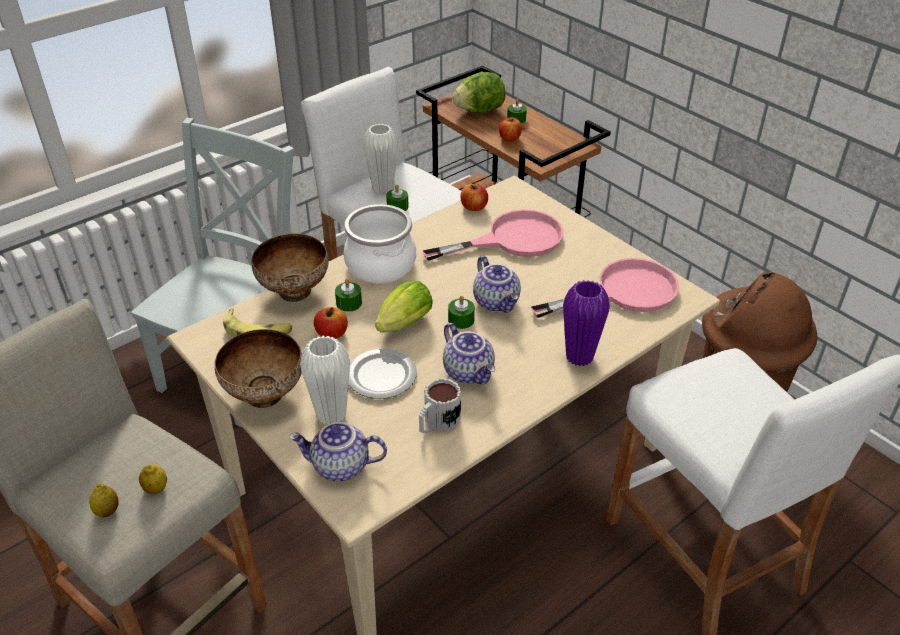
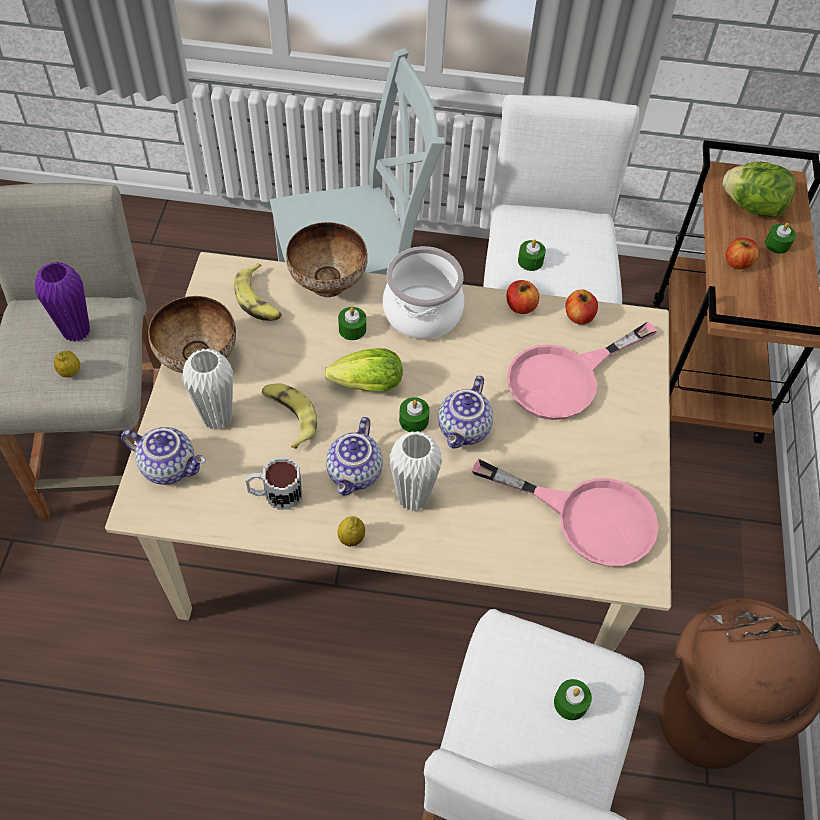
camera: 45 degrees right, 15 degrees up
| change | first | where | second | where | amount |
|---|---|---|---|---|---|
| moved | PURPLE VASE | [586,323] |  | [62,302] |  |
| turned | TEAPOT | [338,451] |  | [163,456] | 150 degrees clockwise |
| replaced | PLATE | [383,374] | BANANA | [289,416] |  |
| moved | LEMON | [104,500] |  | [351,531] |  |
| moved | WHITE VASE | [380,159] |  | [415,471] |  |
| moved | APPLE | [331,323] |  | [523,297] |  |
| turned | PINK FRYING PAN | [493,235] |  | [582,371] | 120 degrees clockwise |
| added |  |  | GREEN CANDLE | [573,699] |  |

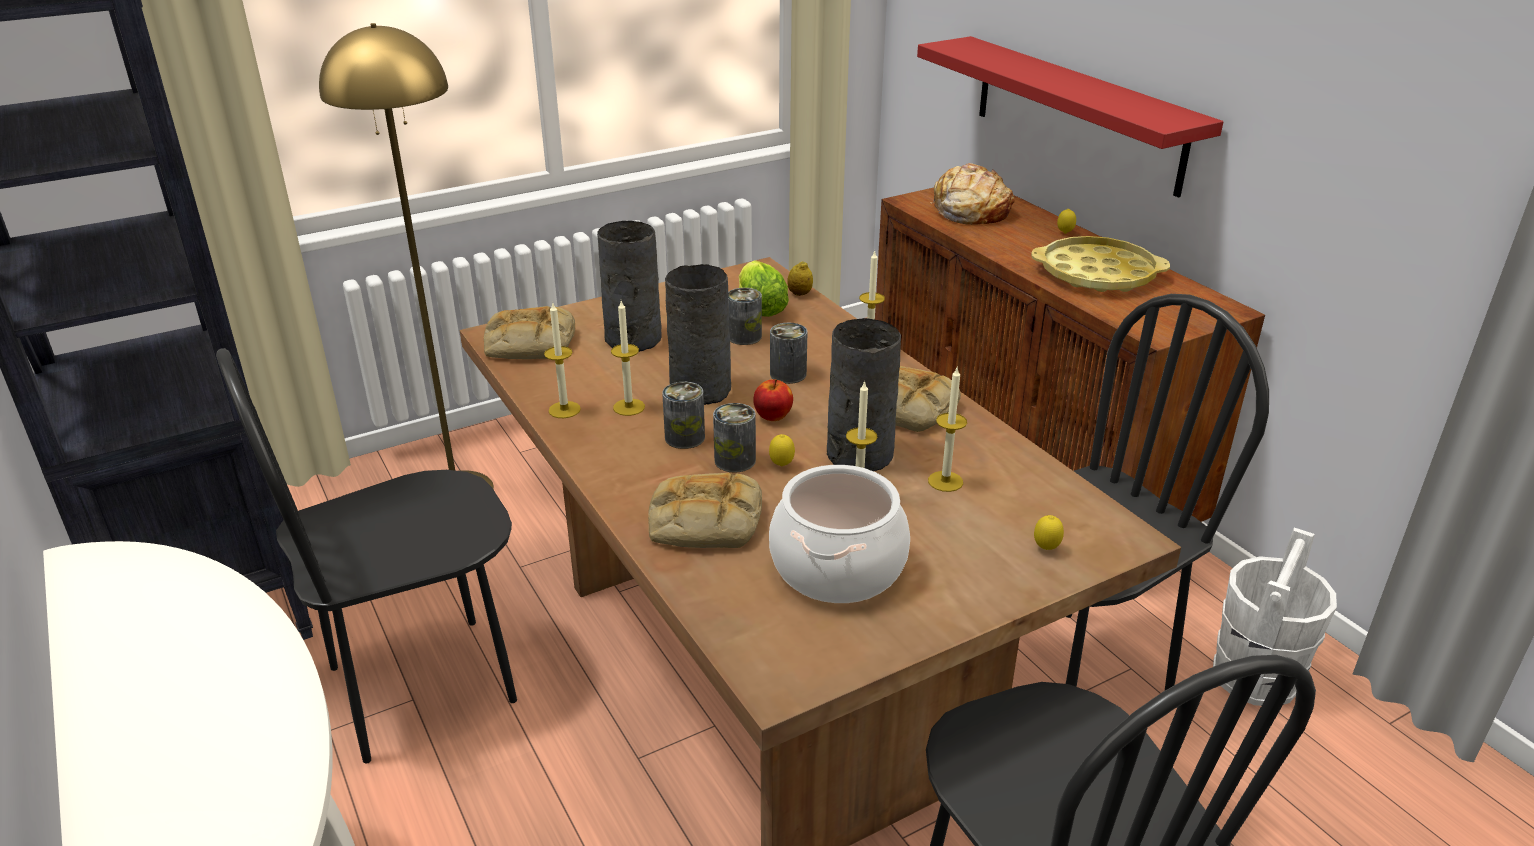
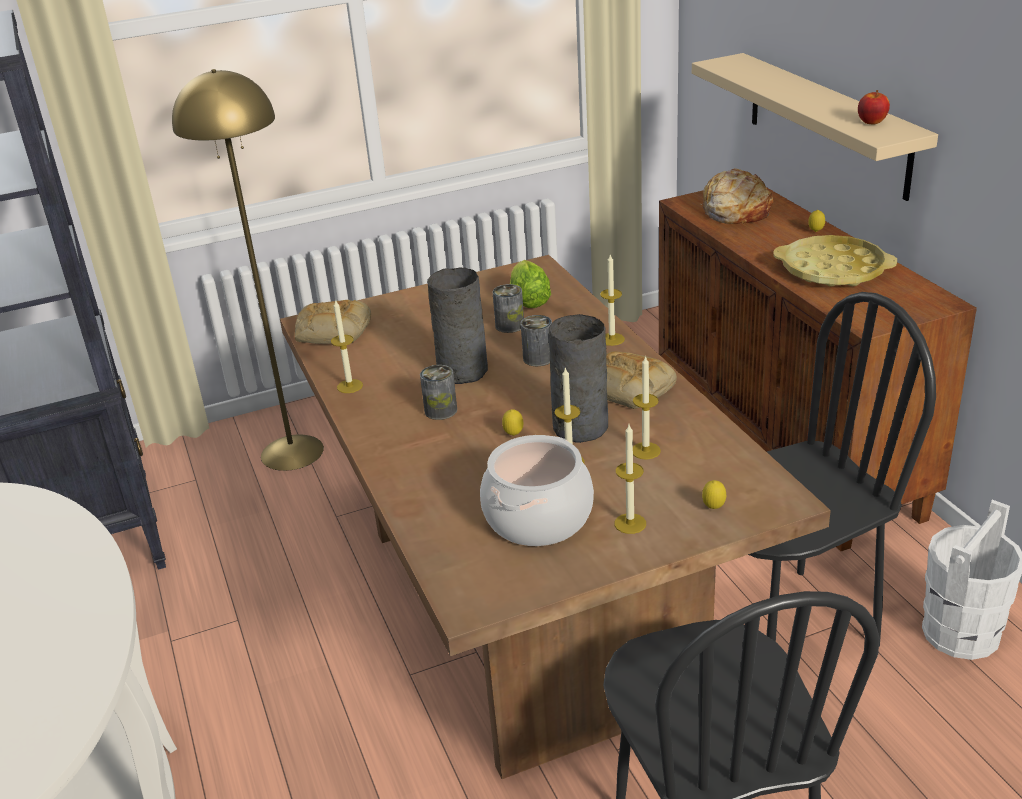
camera: 10 degrees right, 0 degrees up
| change | first | where | second | where | amount |
|---|---|---|---|---|---|
| moved | CANDLE | [628,358] |  | [630,479] |  |
| recoloured | RED SHELF | [1070,117] | BEIGE SHELF | [815,127] |  |
| moved | APPLE | [773,400] |  | [874,107] |  |
| removed | BLACK CHAIR | [366,556] |  |  |  |
| removed | GREY VASE | [629,286] |  |  |  |
| removed | BREAD | [705,510] |  |  |  |
| removed | CAN | [734,438] |  |  |  |
| removed | LEMON | [800,278] |  |  |  |

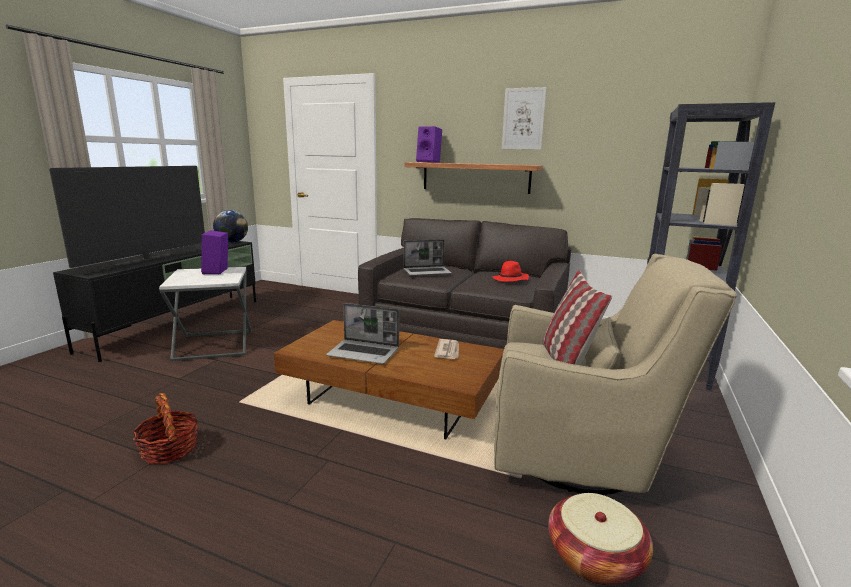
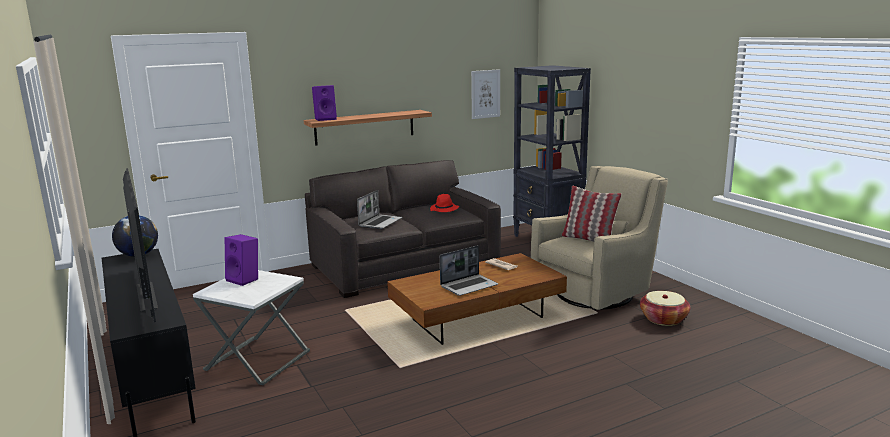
camera: 50 degrees left, 0 degrees up
| change | first | where | second | where | amount |
|---|---|---|---|---|---|
| moved | PICTURE | [524,118] |  | [485,94] |  |
| removed | BASKET | [165,428] |  |  |  |

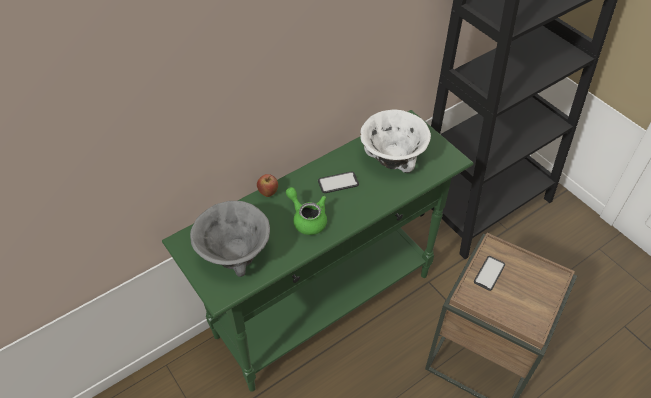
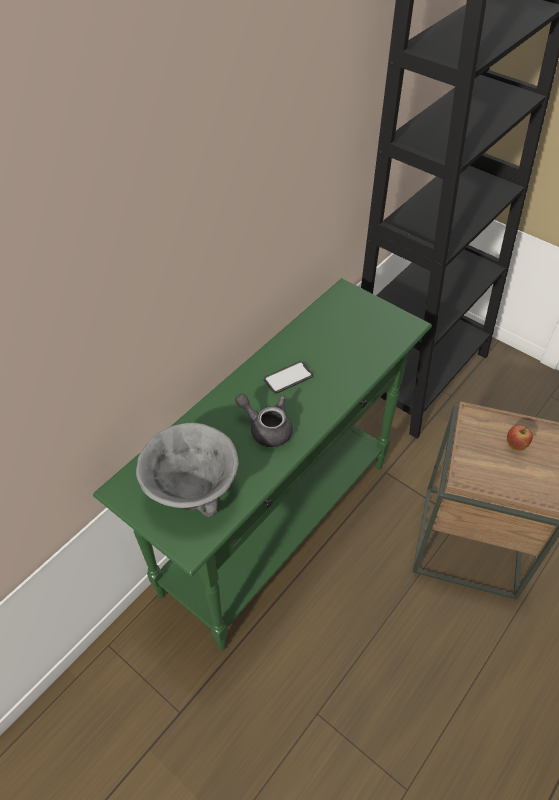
camera: 15 degrees left, 0 degrees up
| change | first | where | second | where | amount |
|---|---|---|---|---|---|
| recoloured | GREEN TEAPOT | [306,211] | GREY TEAPOT | [264,420] |  |
| moved | APPLE | [267,185] |  | [520,438] |  |
| removed | WHITE BOWL | [395,141] |  |  |  |
| removed | PHONE | [489,273] |  |  |  |

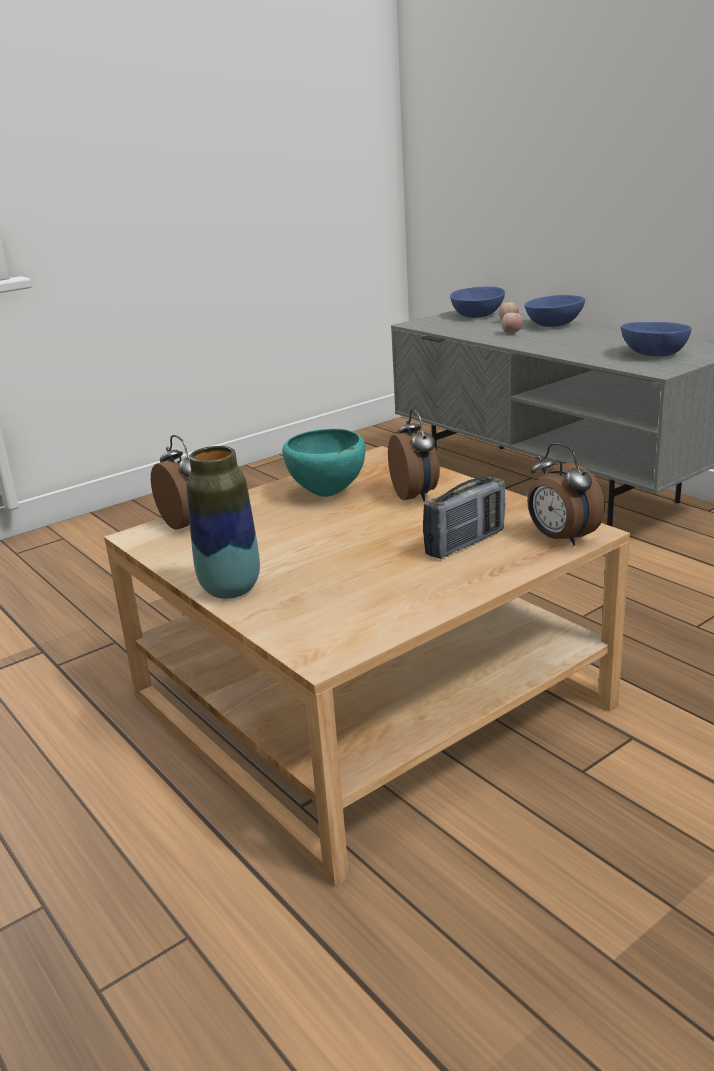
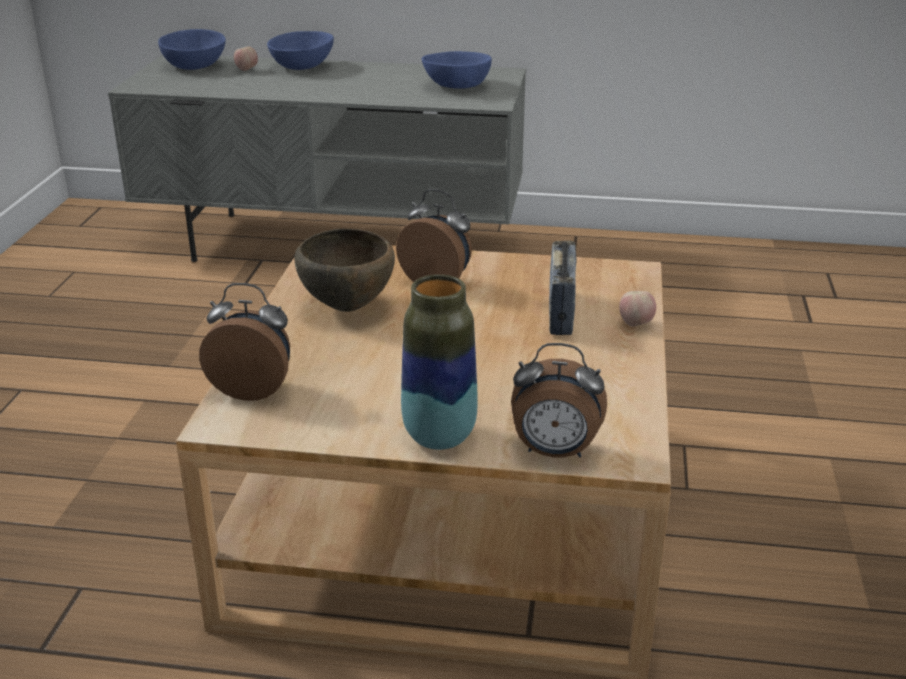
camera: 45 degrees left, 5 degrees up
| change | first | where | second | where | amount |
|---|---|---|---|---|---|
| recoloured | TURQUOISE BOWL | [324,463] | BROWN BOWL | [344,270] |  |
| moved | ALARM CLOCK | [566,494] |  | [559,400] |  |
| moved | APPLE | [512,323] |  | [637,308] |  |

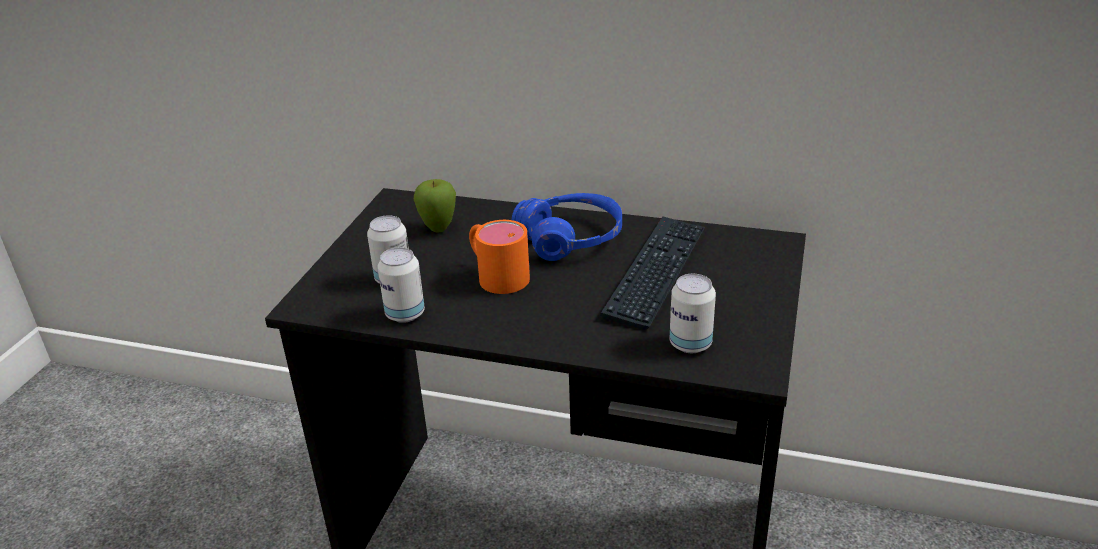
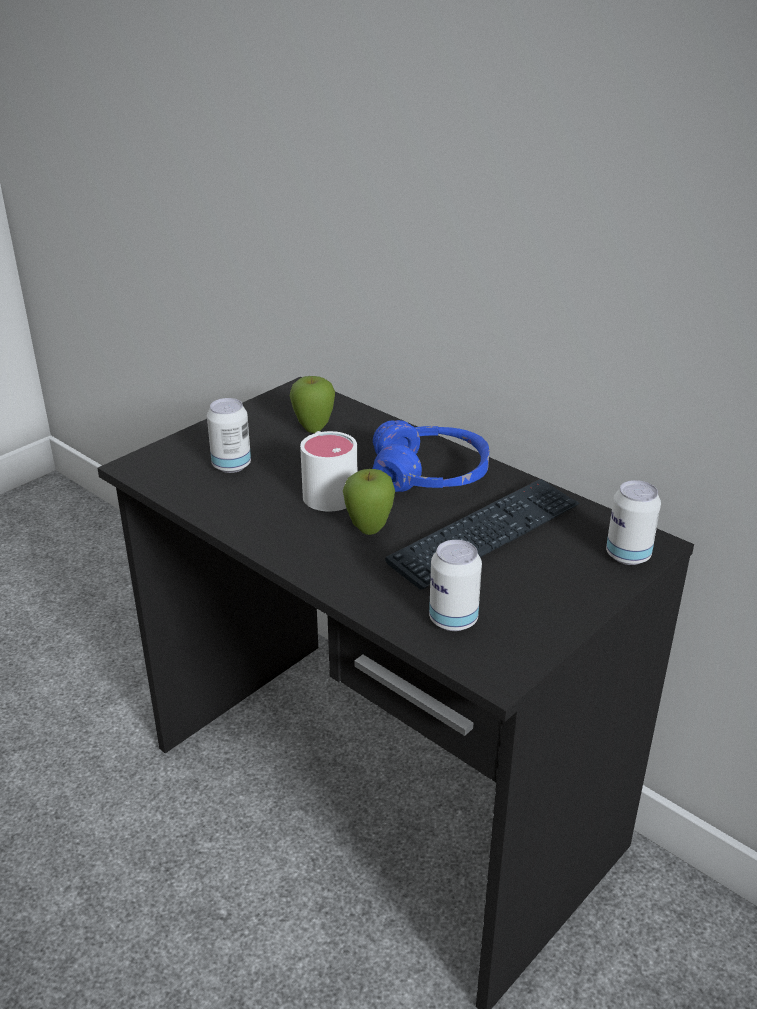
camera: 25 degrees right, 0 degrees up
| change | first | where | second | where | amount |
|---|---|---|---|---|---|
| recoloured | ORANGE MUG | [499,257] | WHITE MUG | [328,471] |  |
| added |  |  | APPLE | [369,502] |  |
| moved | CAN | [401,285] |  | [633,522] |  |

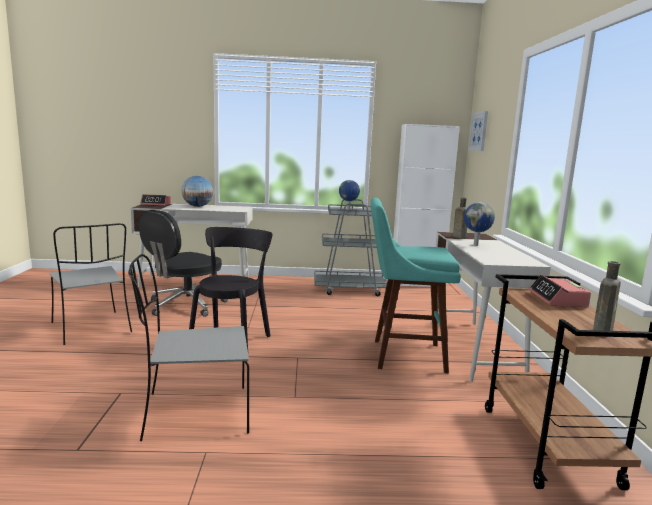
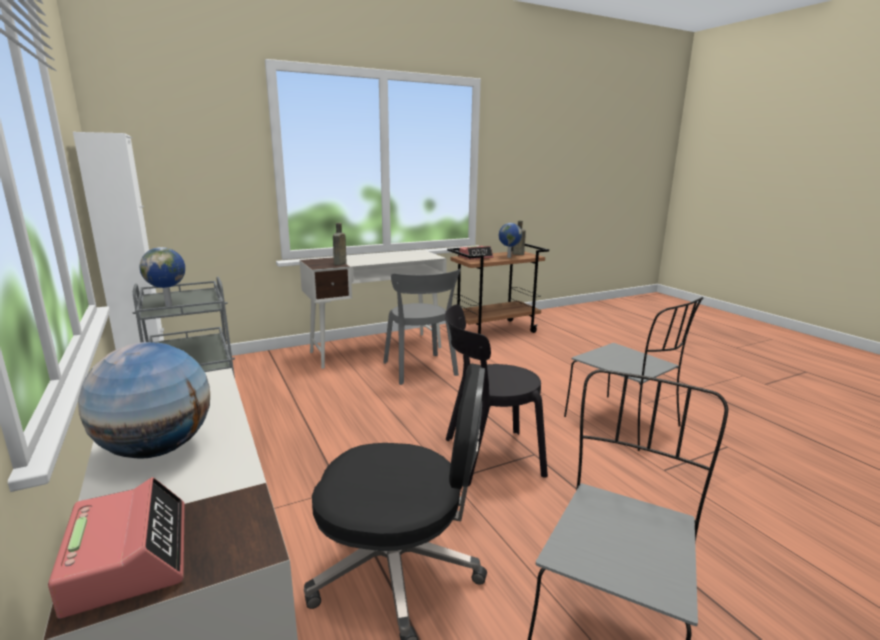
camera: 115 degrees left, 5 degrees up
| change | first | where | second | where | amount |
|---|---|---|---|---|---|
| replaced | TURQUOISE STOOL | [416,285] | GREY CHAIR | [422,327] |  |
| moved | GLOBE | [479,224] |  | [510,240] |  |
| removed | PICTURE | [478,131] |  |  |  |

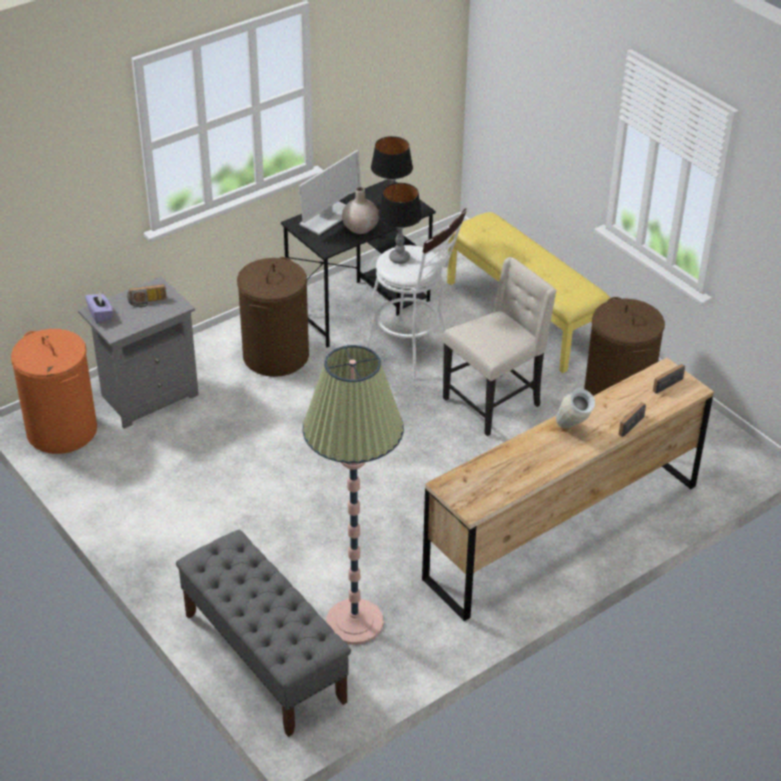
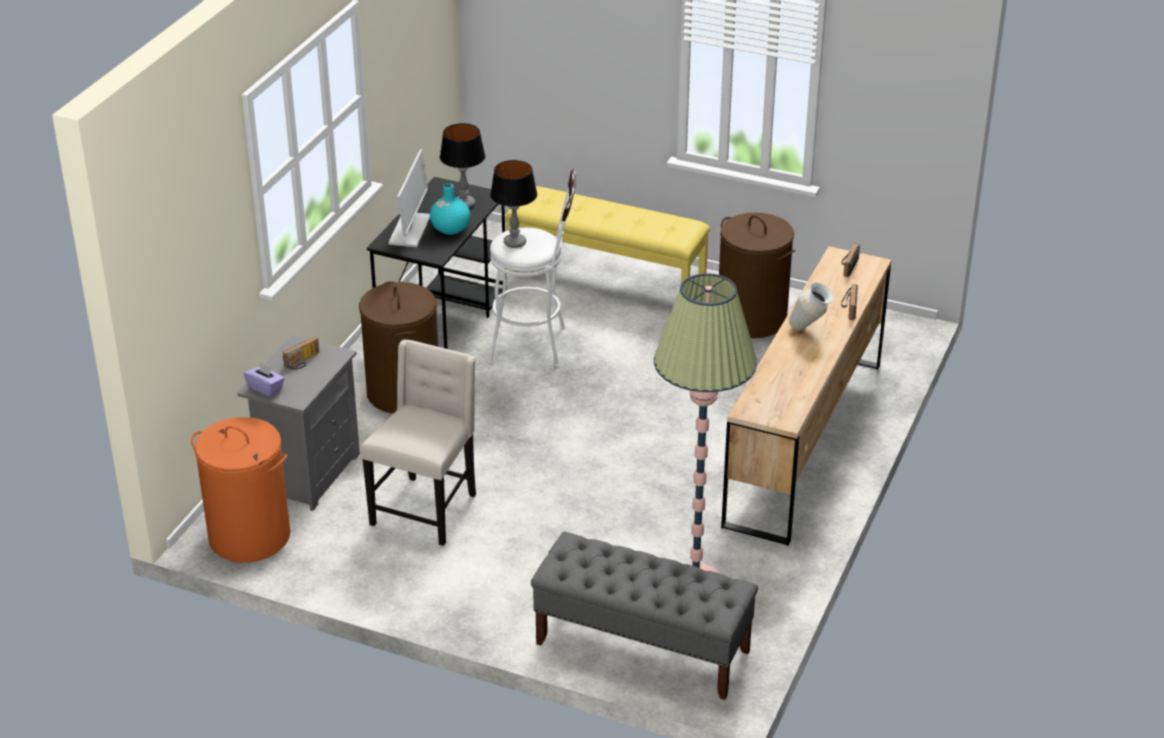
camera: 30 degrees left, 5 degrees down
| change | first | where | second | where | amount |
|---|---|---|---|---|---|
| moved | BEIGE CHAIR | [500,346] |  | [418,442] |  |
| recoloured | BEIGE VASE | [360,210] | TURQUOISE VASE | [450,209] |  |

